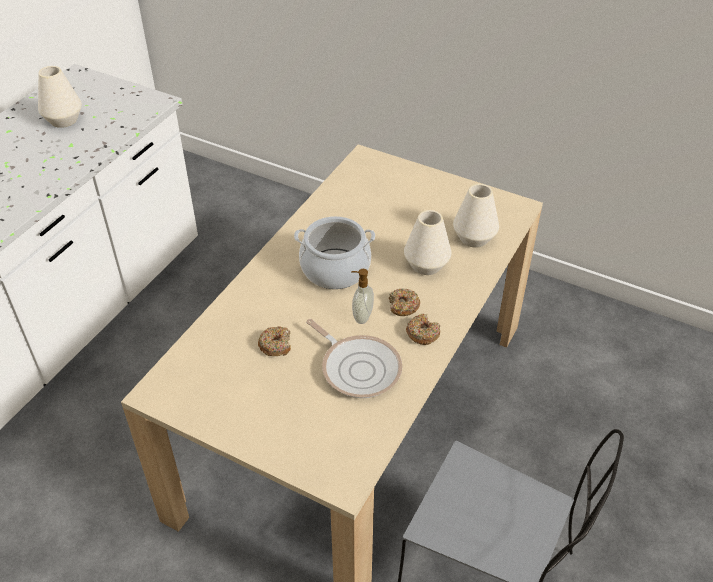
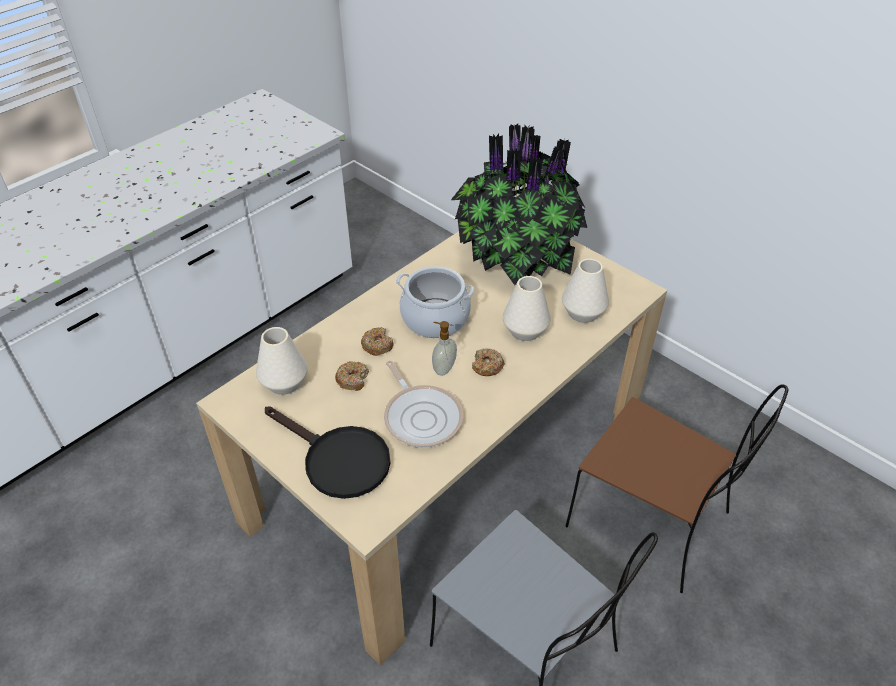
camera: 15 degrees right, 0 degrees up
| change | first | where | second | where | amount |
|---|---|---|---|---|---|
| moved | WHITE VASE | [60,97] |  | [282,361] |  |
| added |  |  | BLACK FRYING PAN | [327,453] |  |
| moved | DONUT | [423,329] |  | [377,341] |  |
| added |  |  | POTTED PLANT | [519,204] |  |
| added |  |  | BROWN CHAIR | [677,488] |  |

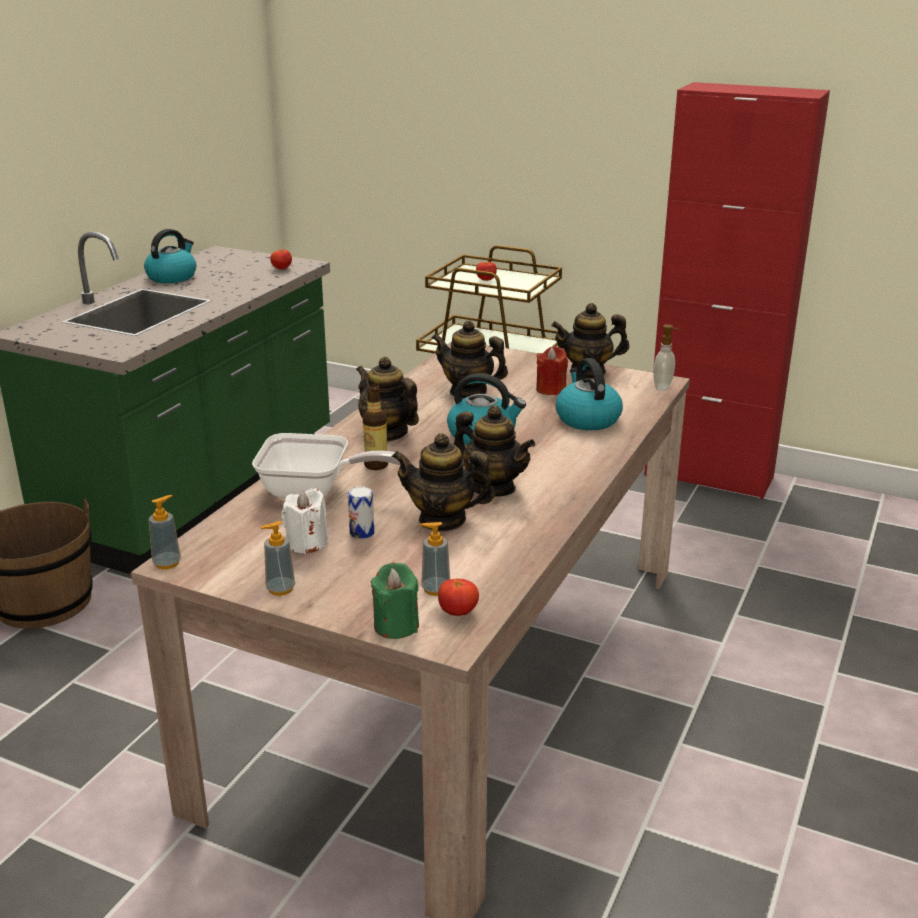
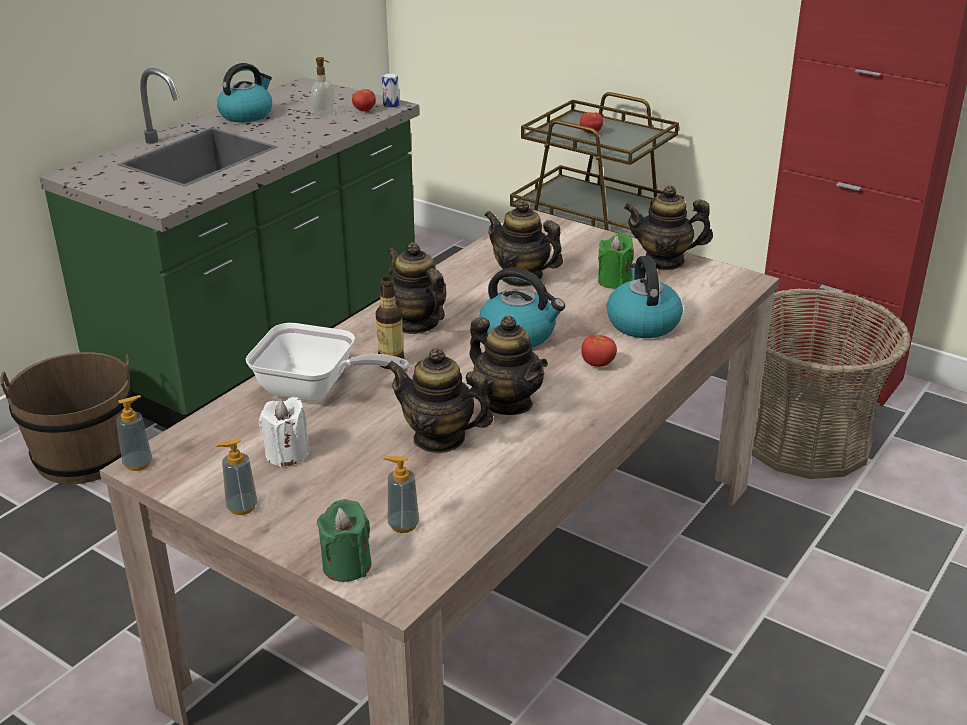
camera: 10 degrees right, 5 degrees up
| change | first | where | second | where | amount |
|---|---|---|---|---|---|
| moved | SOAP DISPENSER | [666,357] |  | [323,87] |  |
| moved | CAN | [361,512] |  | [390,90] |  |
| moved | TOMATO | [458,597] |  | [599,351] |  |
| recoloured | RED CANDLE | [552,370] | GREEN CANDLE | [616,261] |  |
| added |  |  | BASKET | [831,383] |  |

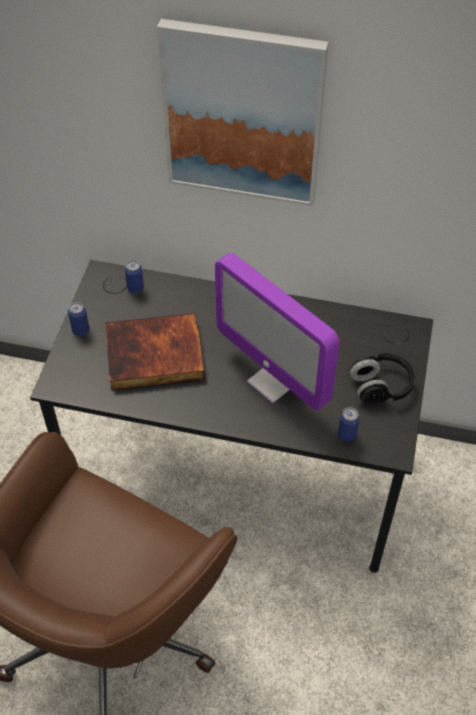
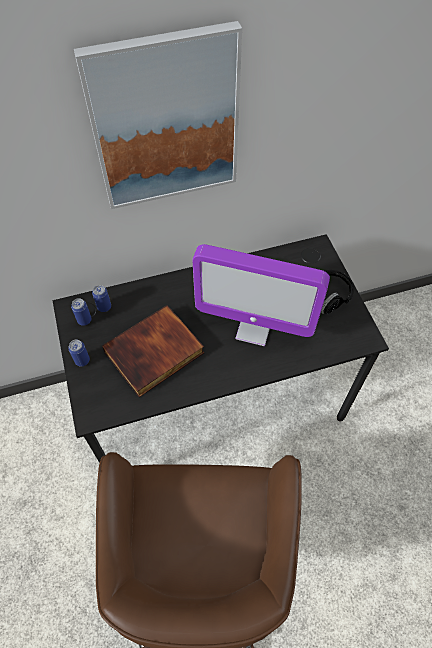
camera: 30 degrees left, 5 degrees up
| change | first | where | second | where | amount |
|---|---|---|---|---|---|
| moved | CAN | [349,424] |  | [81,312] |  |

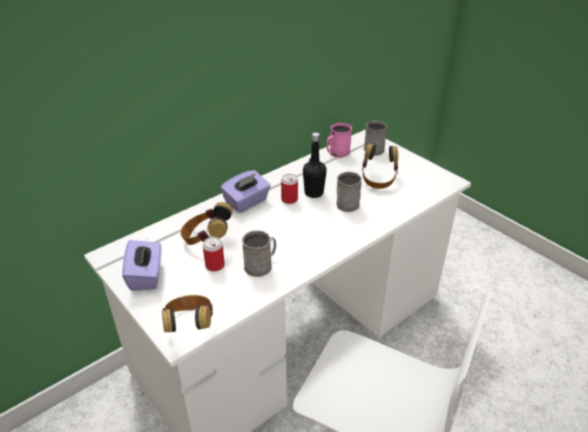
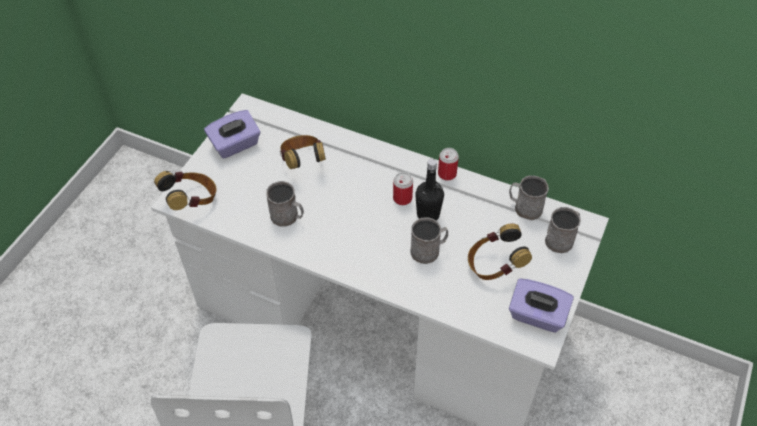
camera: 65 degrees right, 15 degrees up
| change | first | where | second | where | amount |
|---|---|---|---|---|---|
| moved | CAN | [214,254] |  | [448,164] |  |
| recoloured | PINK MUG | [339,140] | GREY MUG | [529,197] |  |
| moved | PURPLE TISSUE BOX | [245,191] |  | [541,305] |  |

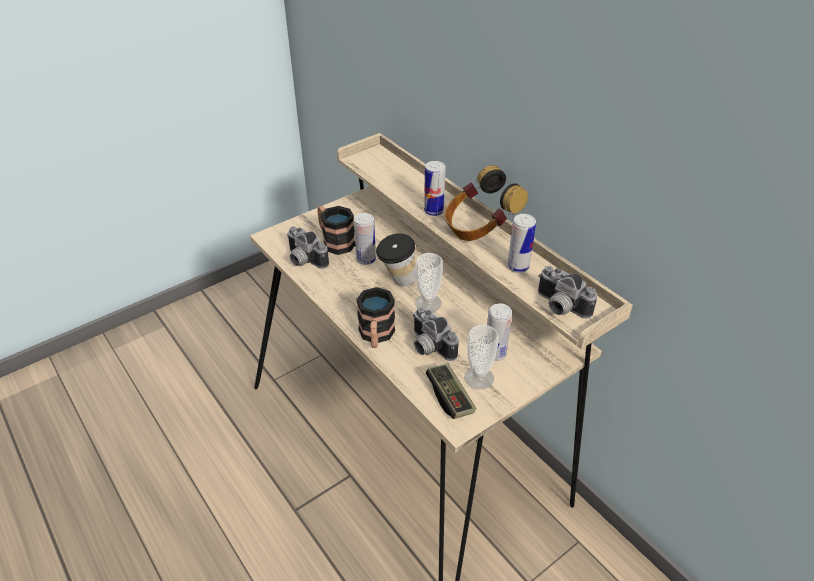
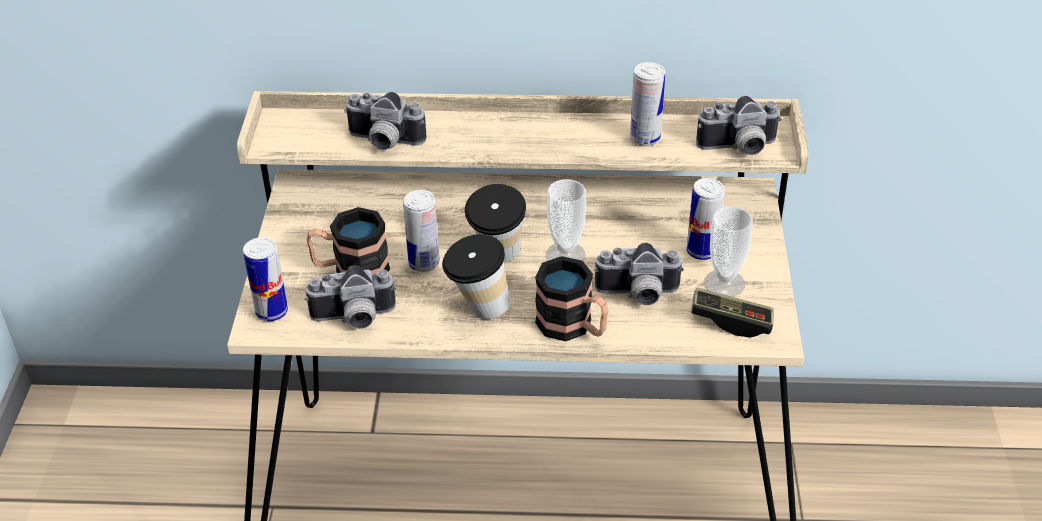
camera: 50 degrees left, 0 degrees up
| change | first | where | second | where | amount |
|---|---|---|---|---|---|
| moved | CAN | [435,188] |  | [265,279] |  |
| added |  |  | PHOTO CAMERA | [385,121] |  |
| added |  |  | CUP | [476,277] |  |
| removed | HEADPHONES | [486,203] |  |  |  |

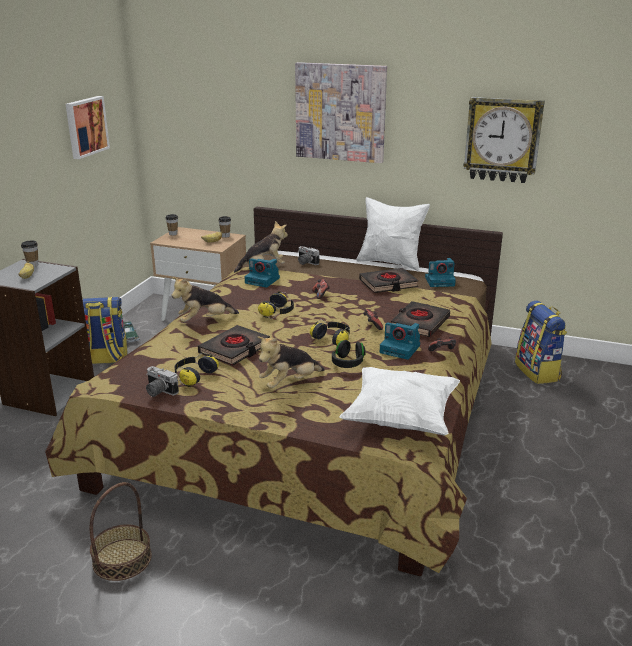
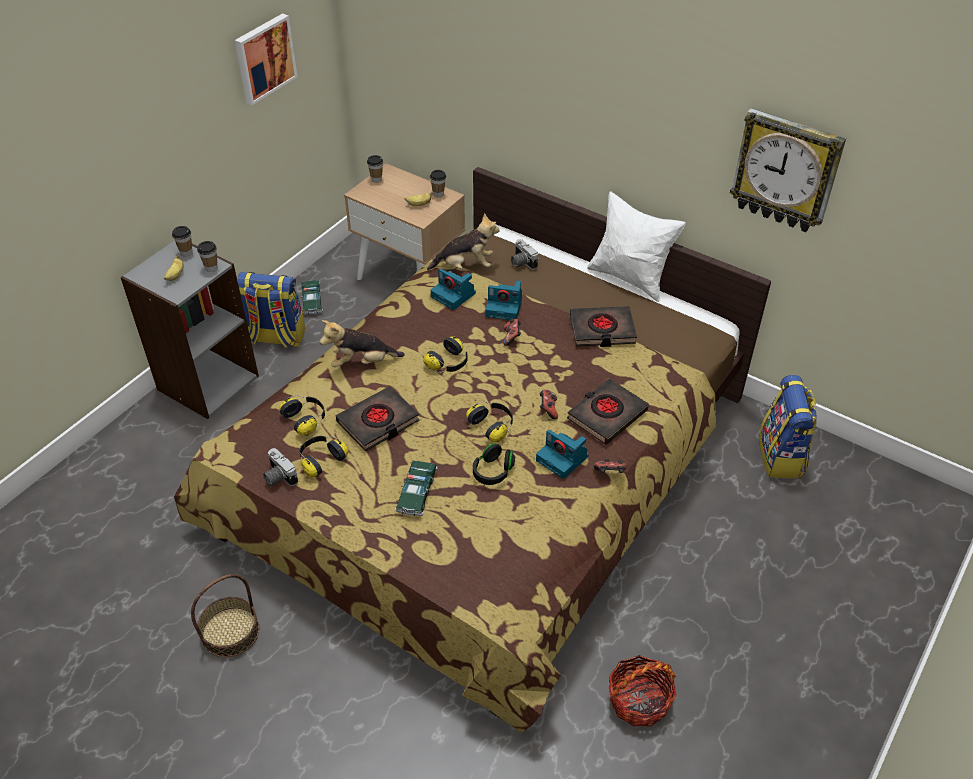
camera: 15 degrees right, 20 degrees up
| change | first | where | second | where | amount |
|---|---|---|---|---|---|
| added |  |  | CUP | [207,256] |  |
| added |  |  | HEADPHONES | [302,415] |  |
| replaced | PLUSH TOY | [291,362] | TOY CAR | [416,488] |  |
| moved | PHOTO CAMERA | [440,272] |  | [504,300] |  |
| added |  |  | BASKET | [643,691] |  |
| removed | PICTURE | [341,112] |  |  |  |
| removed | WHITE PILLOW | [400,401] |  |  |  |

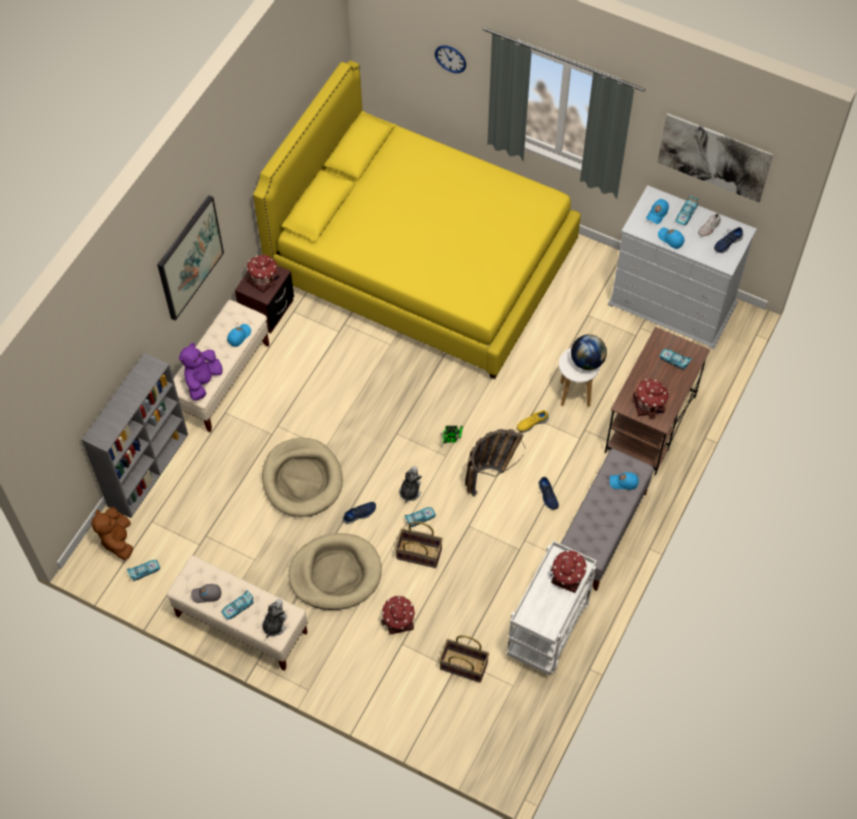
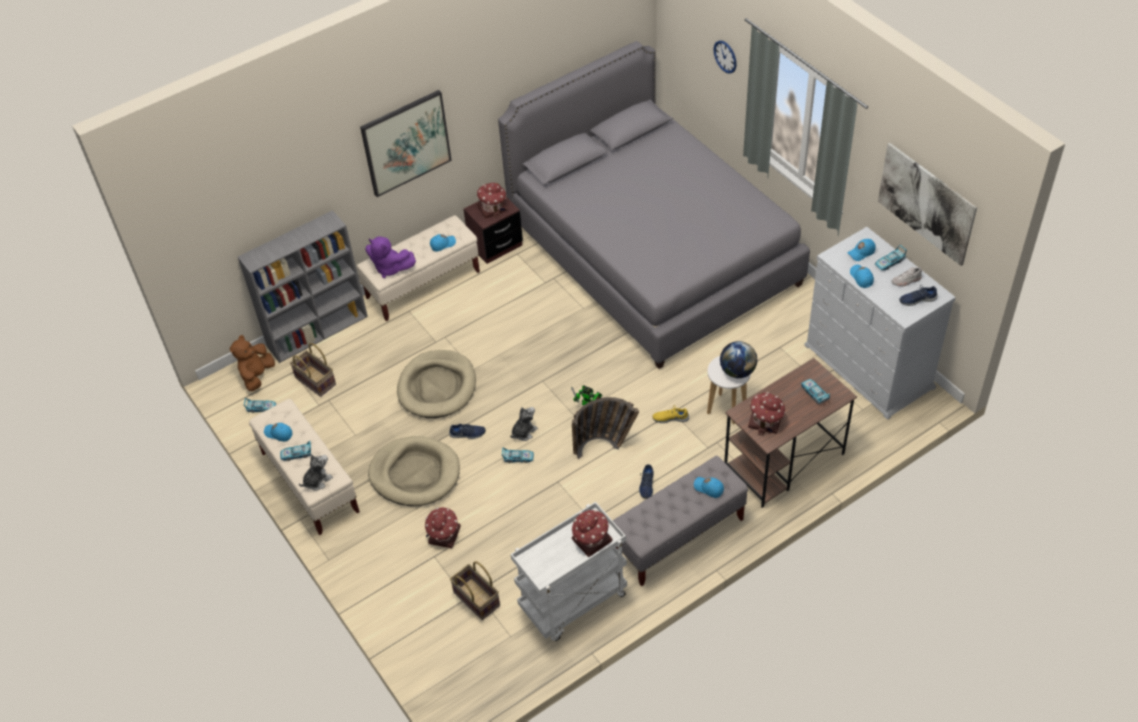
camera: 30 degrees right, 10 degrees down
| change | first | where | second | where | amount |
|---|---|---|---|---|---|
| recoloured | GREY CAP | [206,593] | BLUE CAP | [278,432] |  |
| moved | BASKET | [419,545] |  | [313,370] |  |
| turned | PURPLE PLUSH TOY | [201,372] |  | [390,257] | 120 degrees counterclockwise |
| recoloured | YELLOW BED | [417,220] | GREY BED | [654,205] |  |

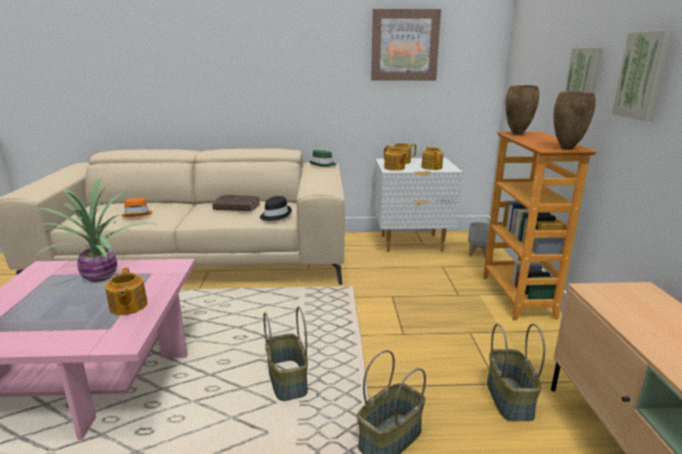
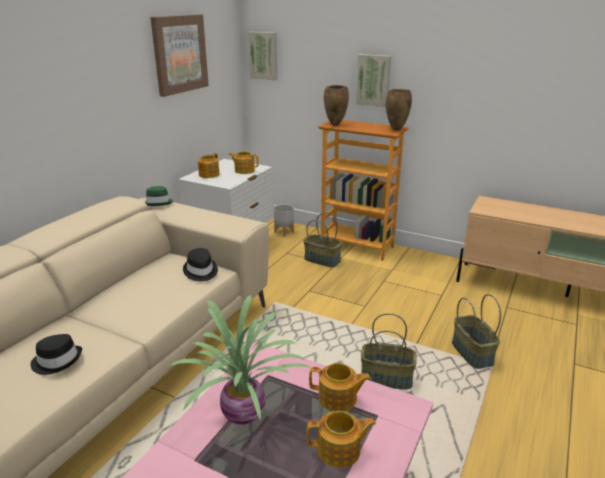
camera: 60 degrees left, 5 degrees up
| change | first | where | second | where | amount |
|---|---|---|---|---|---|
| recoloured | ORANGE HAT | [137,207] | BLACK HAT | [56,354] |  |
| moved | PICTURE | [643,75] |  | [262,56] |  |
| moved | BASKET | [516,372] |  | [323,240] |  |
| moved | TEAPOT | [396,159] |  | [341,439] |  |
| removed | BROWN BOOK | [236,203] |  |  |  |

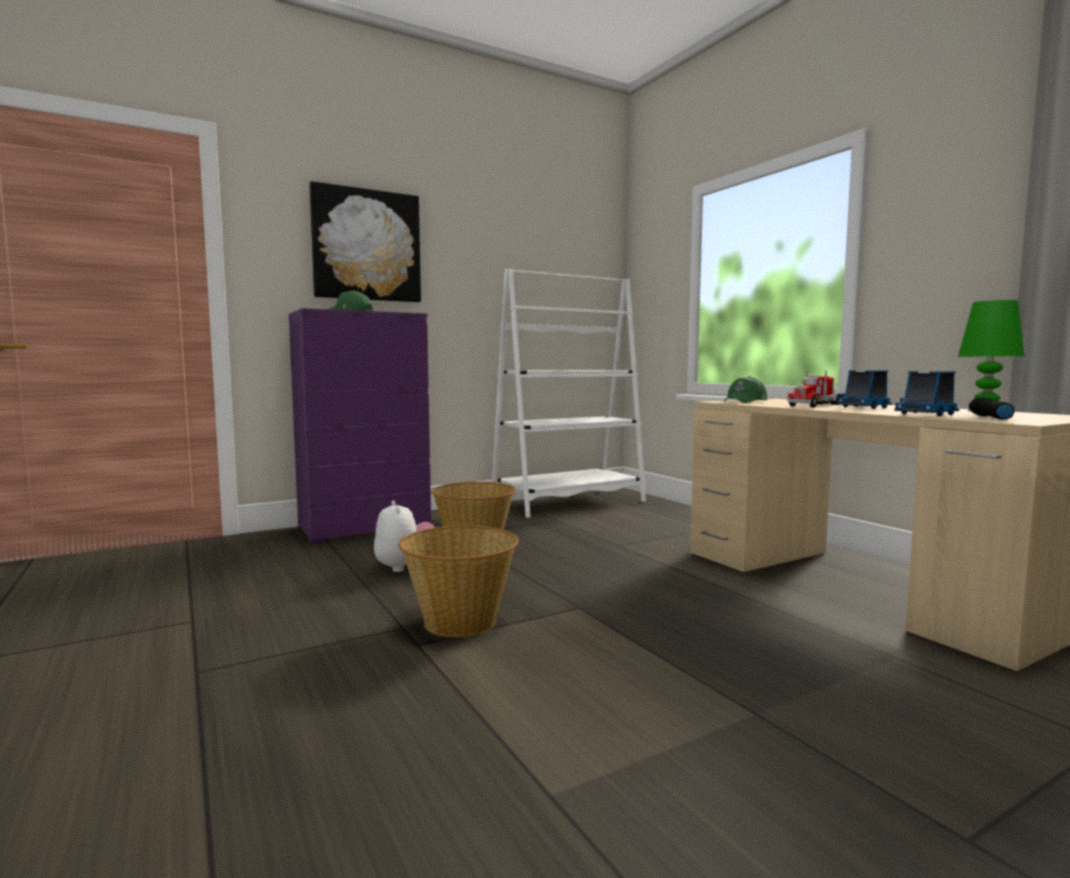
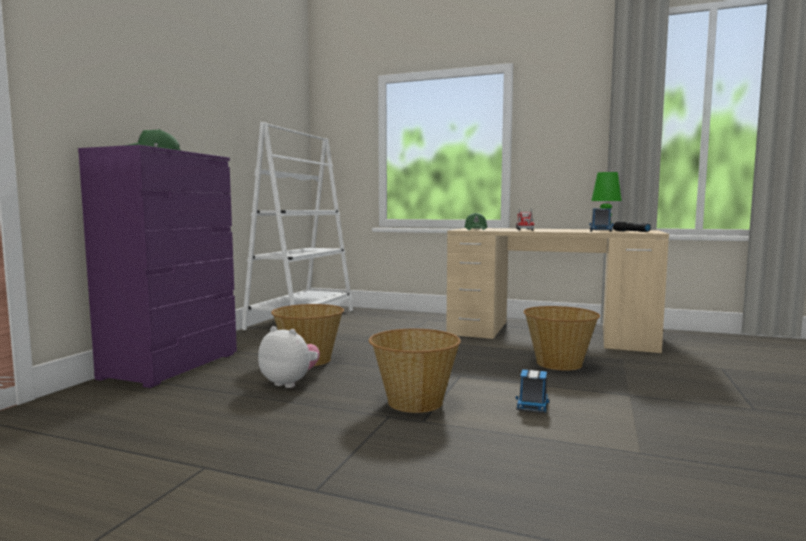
camera: 40 degrees left, 0 degrees up
| change | first | where | second | where | amount |
|---|---|---|---|---|---|
| moved | TOY TRUCK | [864,389] |  | [532,391] |  |
| added |  |  | BASKET | [561,338] |  |
| removed | PICTURE | [365,241] |  |  |  |

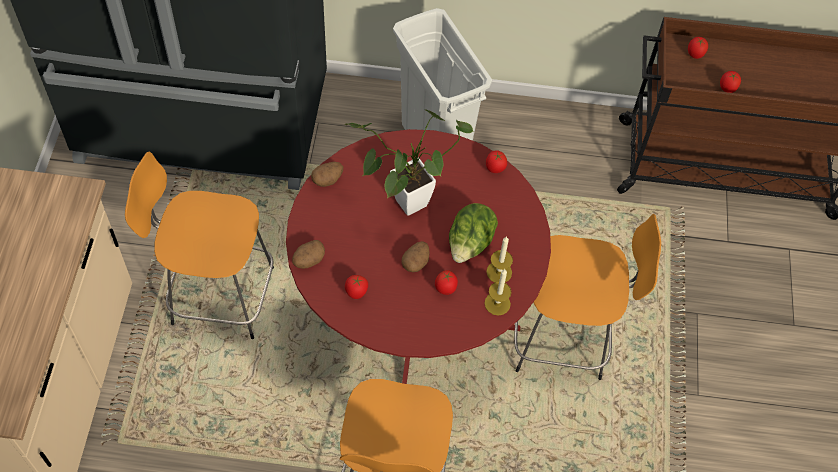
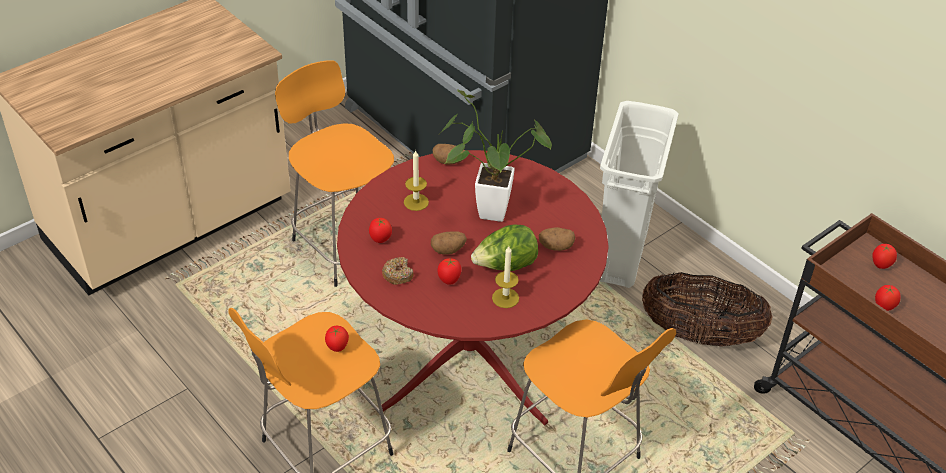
camera: 45 degrees right, 15 degrees down
| change | first | where | second | where | amount |
|---|---|---|---|---|---|
| moved | TOMATO | [496,161] |  | [337,339] |  |
| added |  |  | DONUT | [398,271] |  |
| moved | CANDLE | [497,292] |  | [416,180] |  |
| moved | POTATO | [308,254] |  | [556,239] |  |
| added |  |  | BASKET | [707,309] |  |

